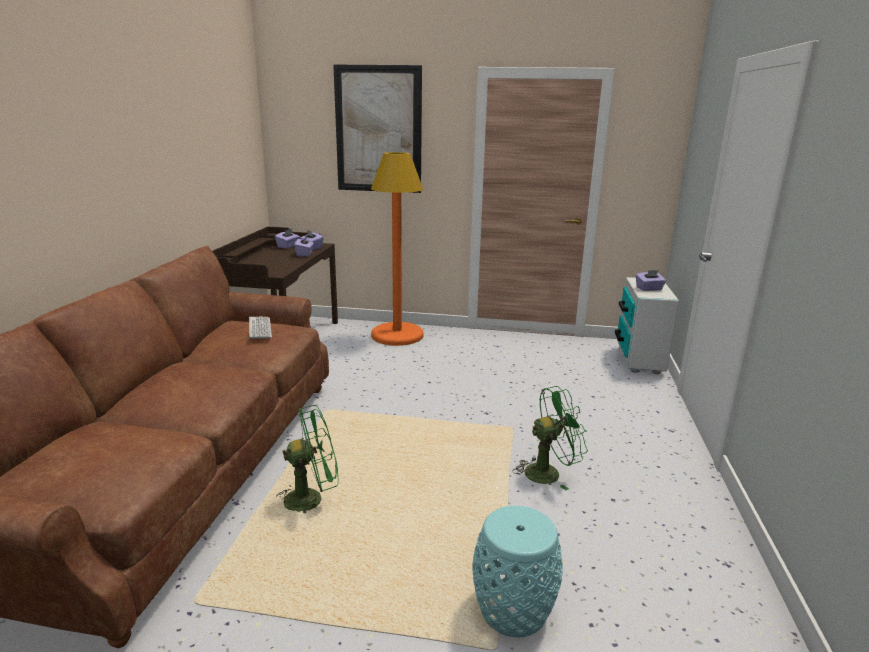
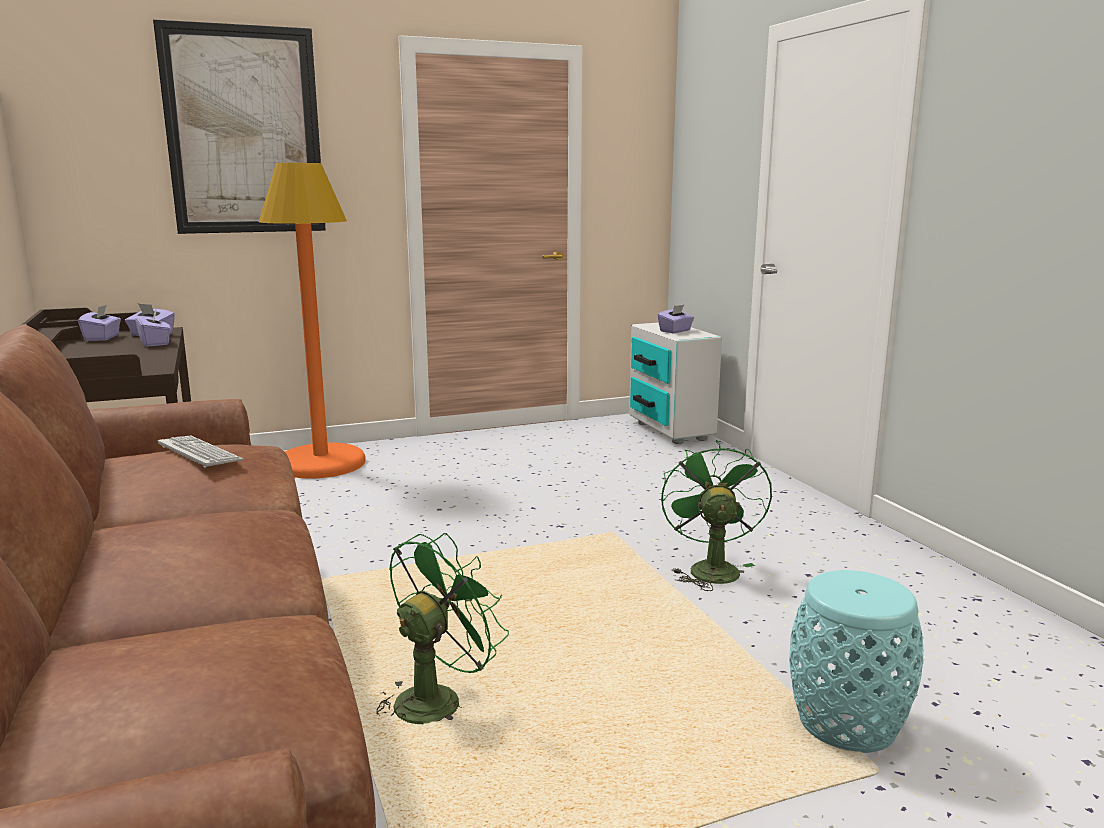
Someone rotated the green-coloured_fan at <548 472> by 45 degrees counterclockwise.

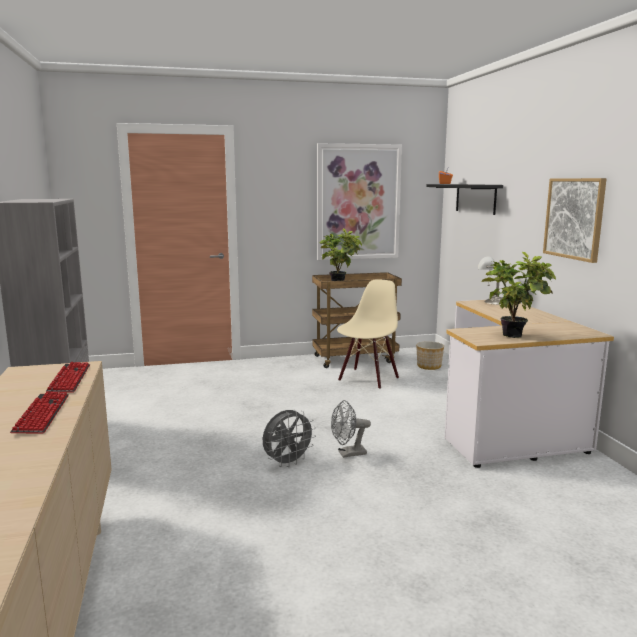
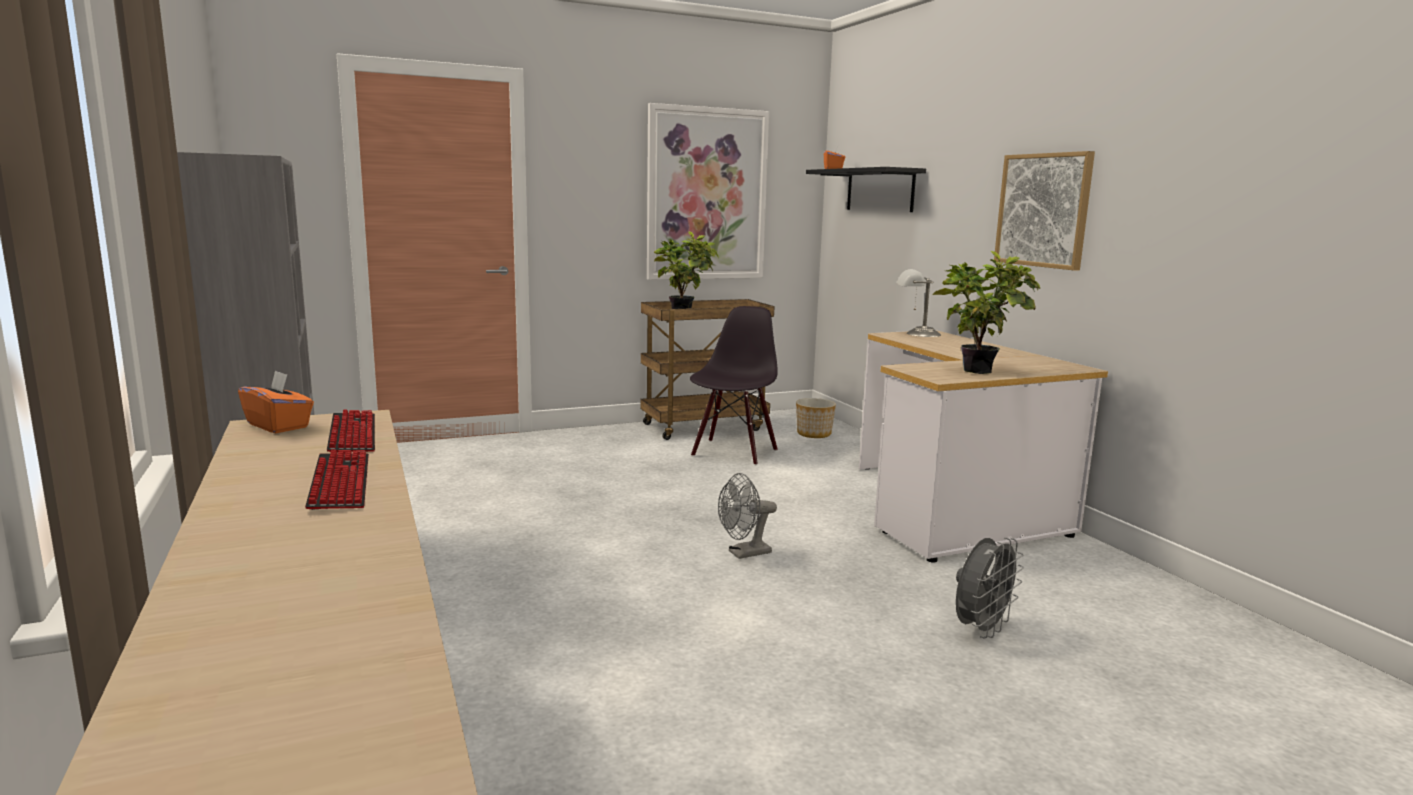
Someone carried the grey_fan from <288 462> to <981 629>. Someone repainted the sand-coloured_plain_chair at <368 379>, which became the blackish_plain_chair at <733 452>. Someone put down the orange-coloured_tissue_holder at <279 426>.

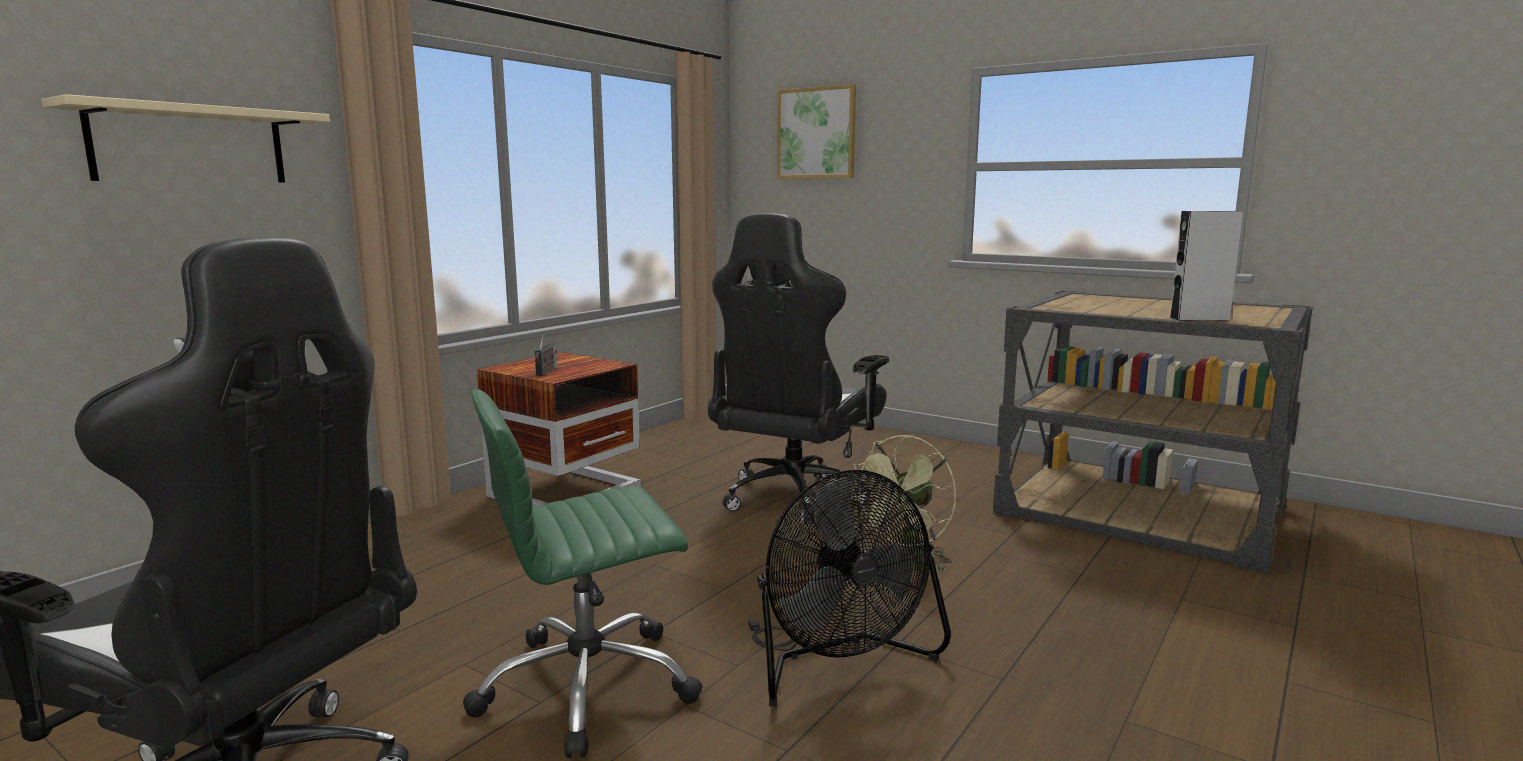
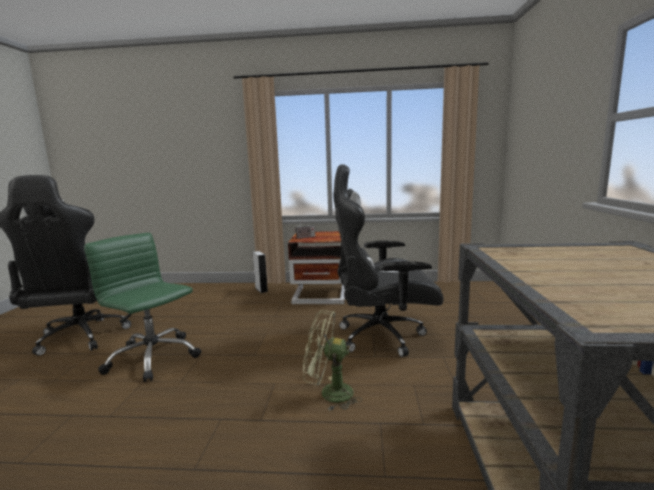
Someone took away the sand-coloured_wall_shelf at <190 145>. Someone took away the blackish_fan at <831 663>. Someone took away the wall_picture at <816 133>. Someone carried the grey_audio_speaker from <1199 319> to <261 289>.

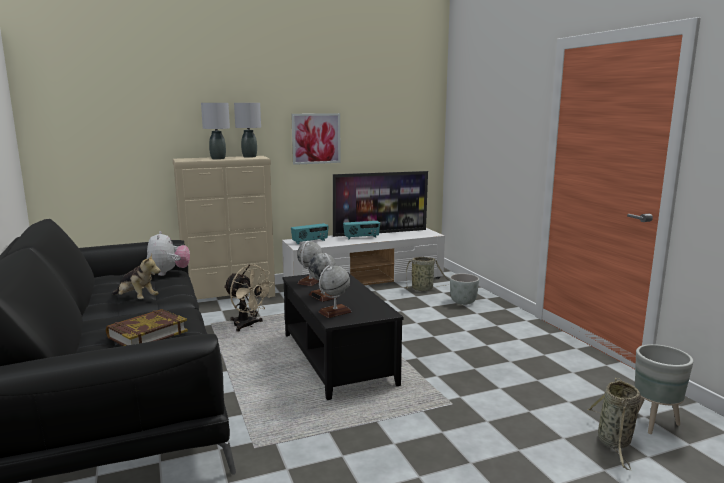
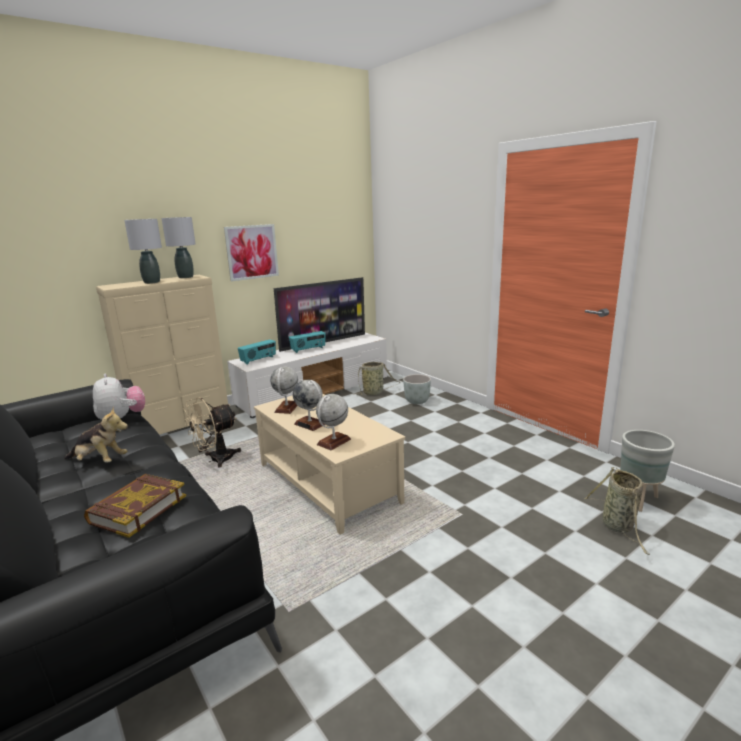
Someone rotated the sand-coloured_fan at <248 325> by 120 degrees clockwise. Someone repainted the blackish_low_table at <336 358>, which became the sand-coloured_low_table at <326 483>.

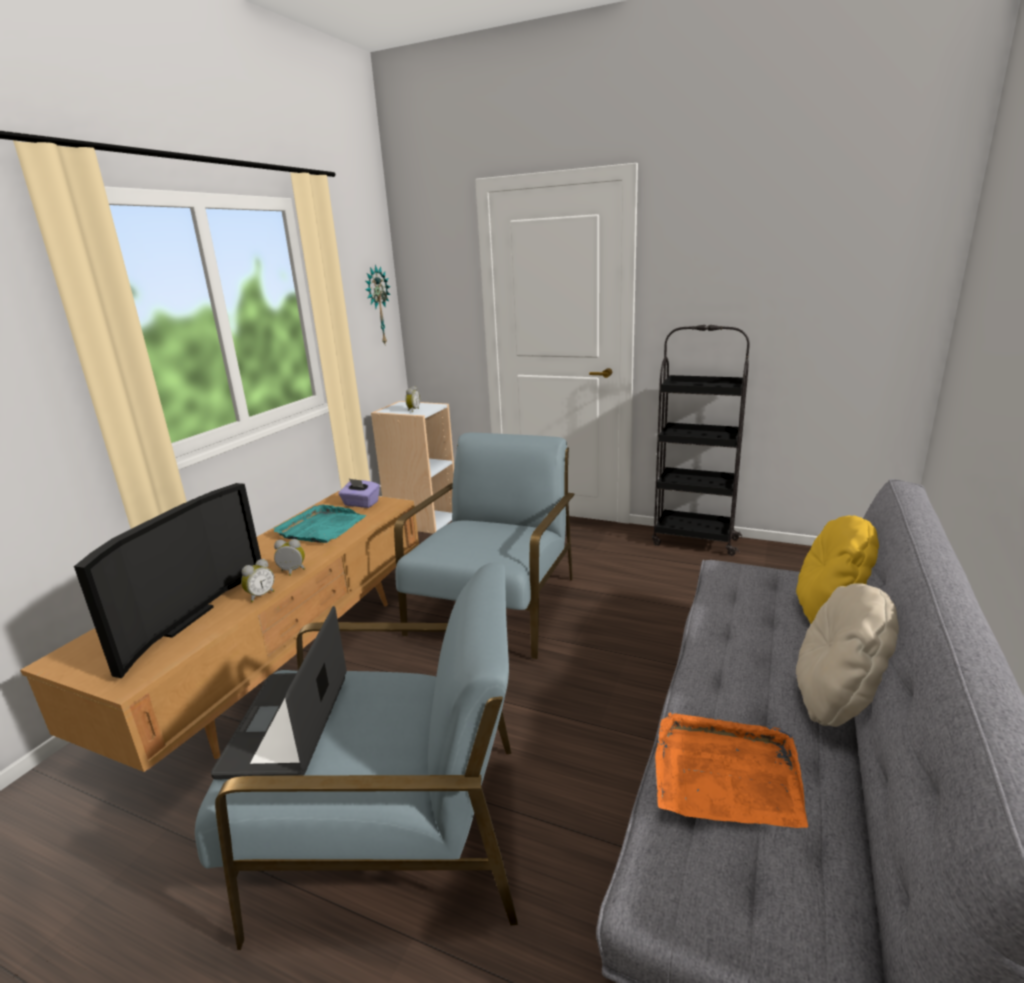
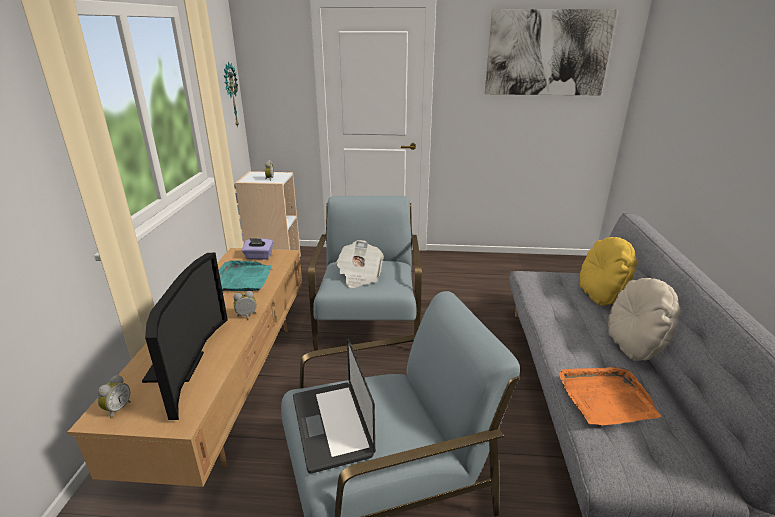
Someone carried the alarm_clock from <260 595> to <117 409>. Someone took away the blackish_trolley at <694 542>. Someone put down the daily_paper at <359 276>. Someone put up the wall_picture at <547 53>.

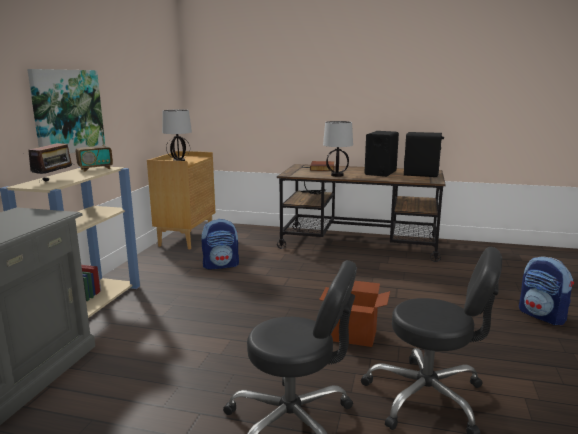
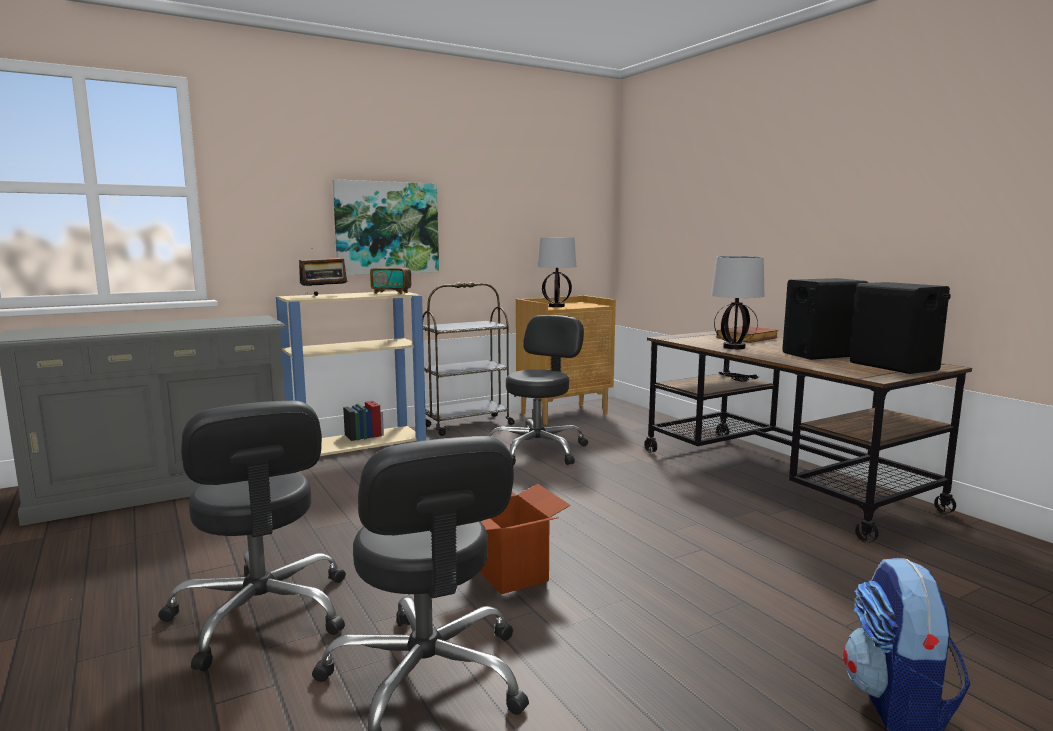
Someone swapped the backpack at <221 265> for the blackish_desk_chair at <539 449>. Someone put down the grey_trolley at <467 425>.

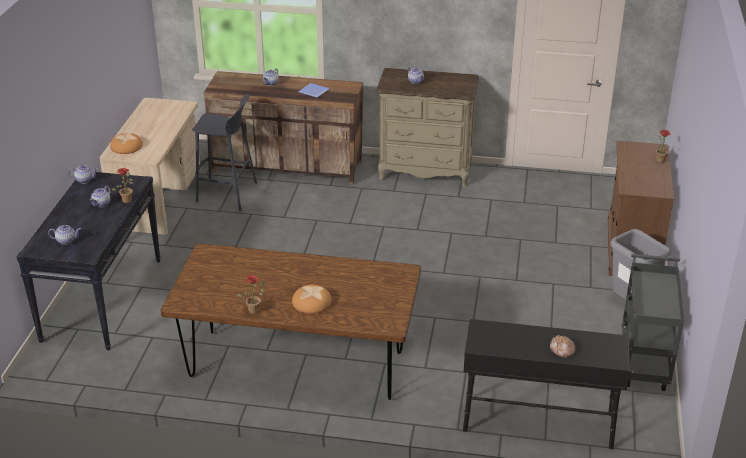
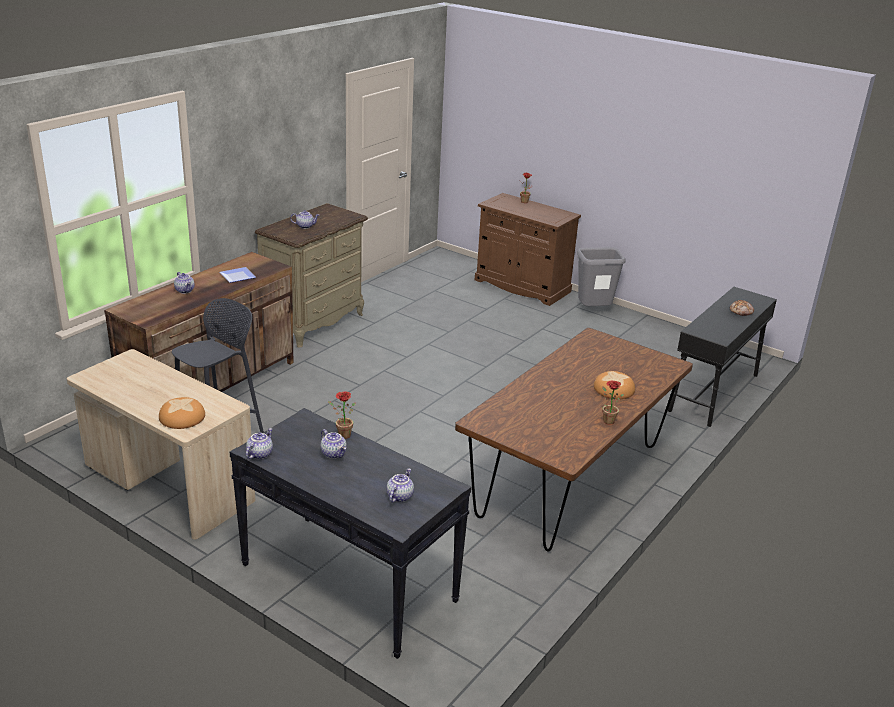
Someone took away the grey_trolley at <643 362>.

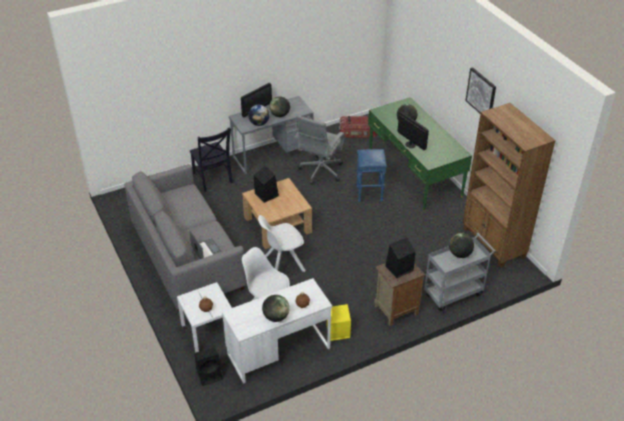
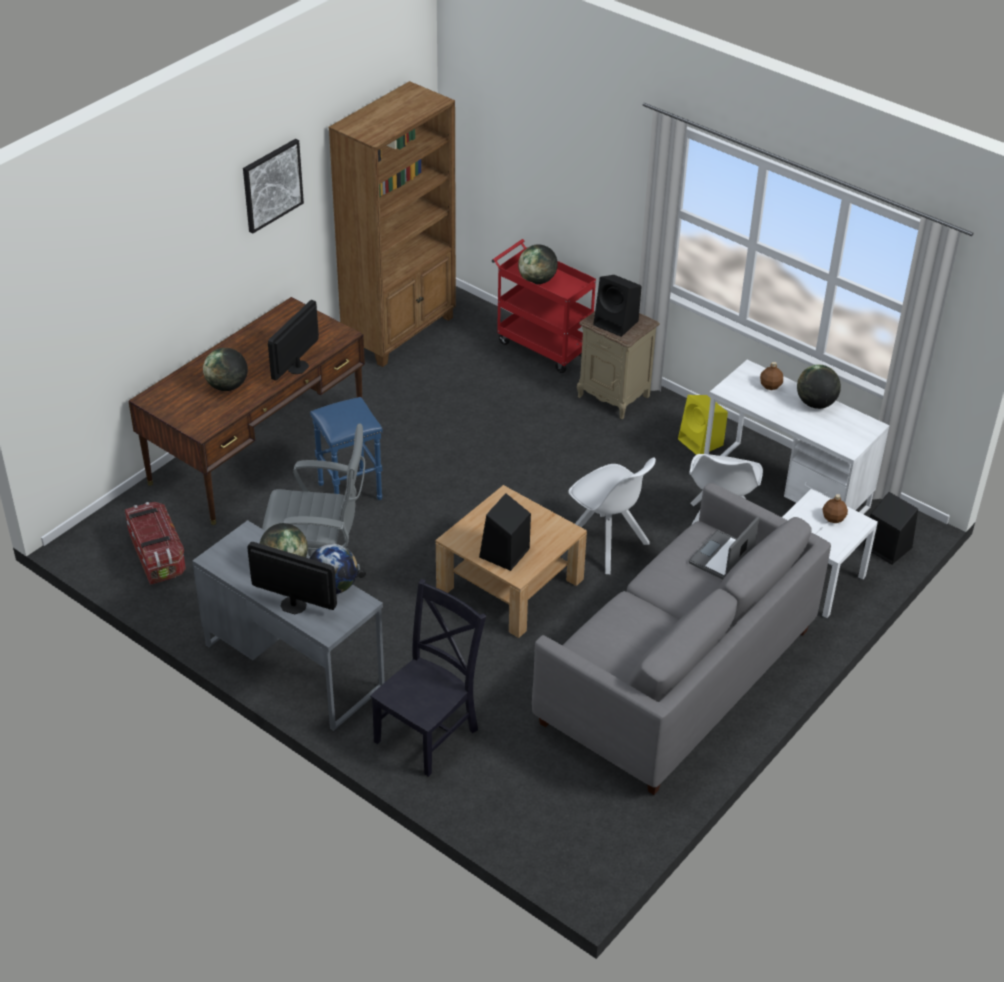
Someone repainted the green-coloured_desk_unit at <414 173>, which became the brown_desk_unit at <257 450>. Someone repainted the grey_trolley at <454 295>, which became the reddish_trolley at <541 349>.

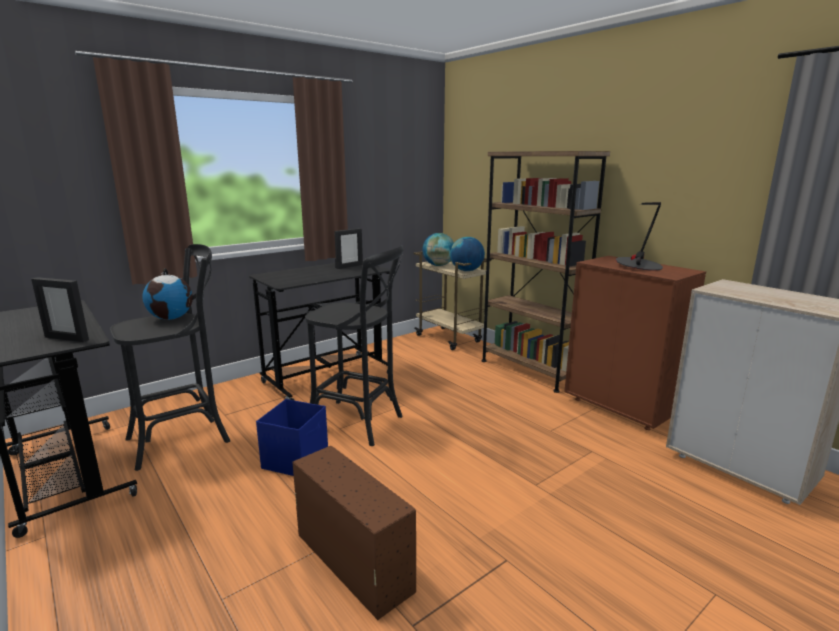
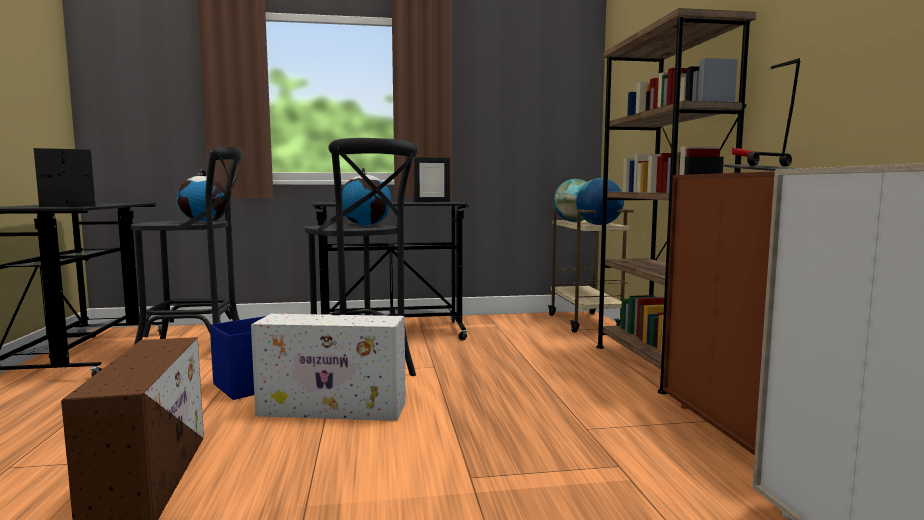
Someone rotated the picture_frame at <67 338> by 105 degrees clockwise. Someone put down the white-coloured_storage_container at <335 409>. Someone put down the globe at <366 225>.

